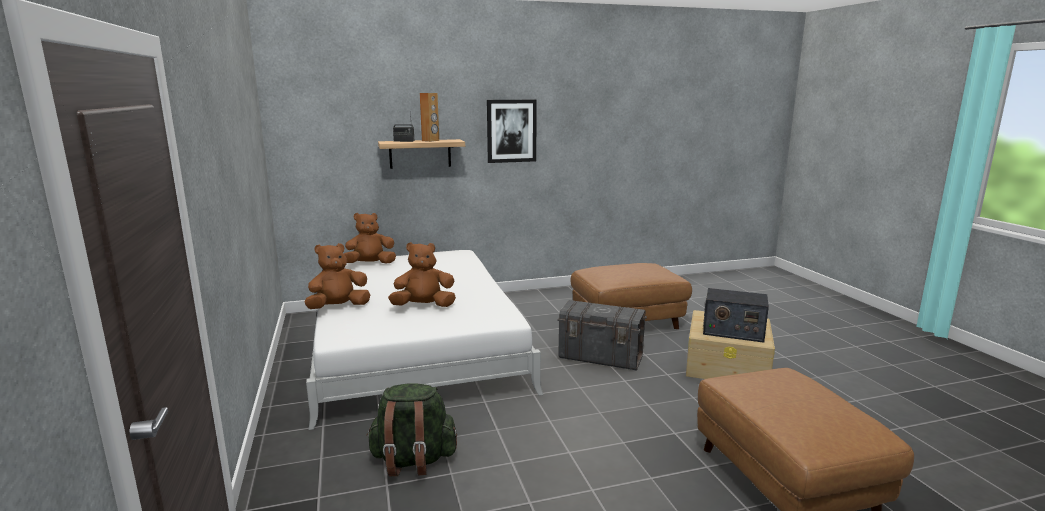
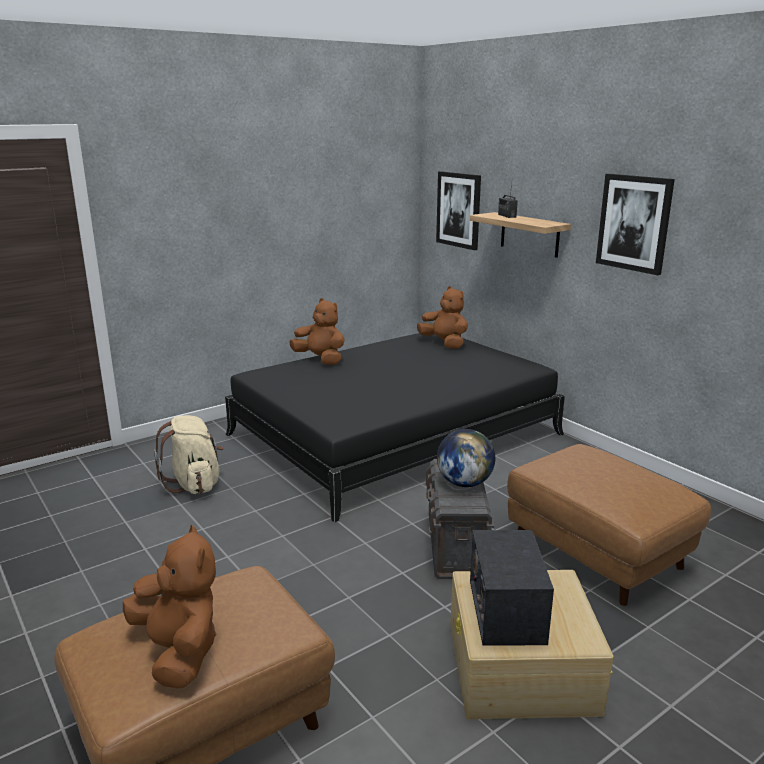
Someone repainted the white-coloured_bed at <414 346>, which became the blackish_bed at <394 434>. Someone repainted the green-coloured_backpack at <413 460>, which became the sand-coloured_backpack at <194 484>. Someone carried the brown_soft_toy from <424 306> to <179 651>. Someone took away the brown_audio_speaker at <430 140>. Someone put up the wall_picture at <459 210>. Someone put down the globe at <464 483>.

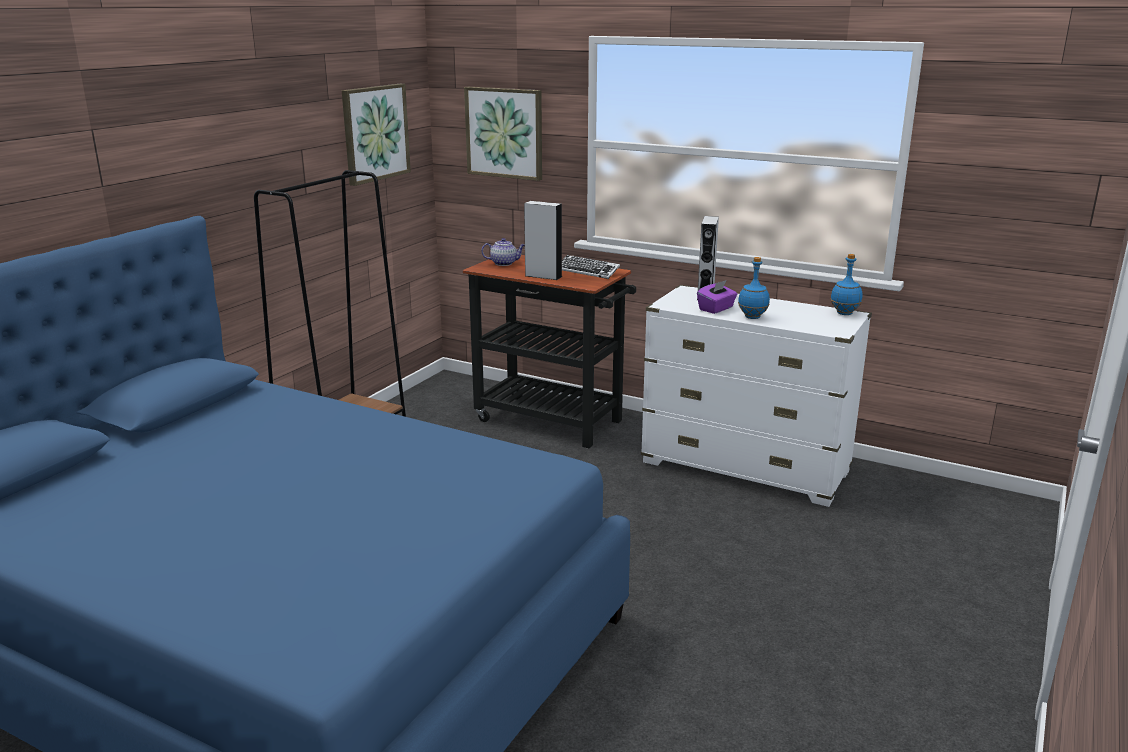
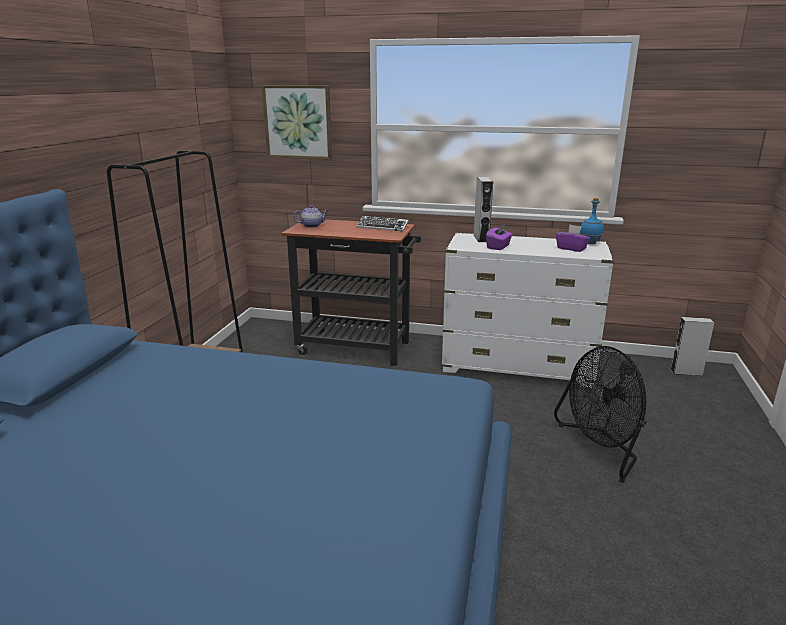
Someone took away the wall_picture at <375 133>. Someone carried the grey_audio_speaker from <543 276> to <686 372>. Someone took away the blue_beverage_bottle at <752 317>. Someone put down the blackish_fan at <603 445>. Someone put down the purple-coloured_tissue_holder at <571 248>.

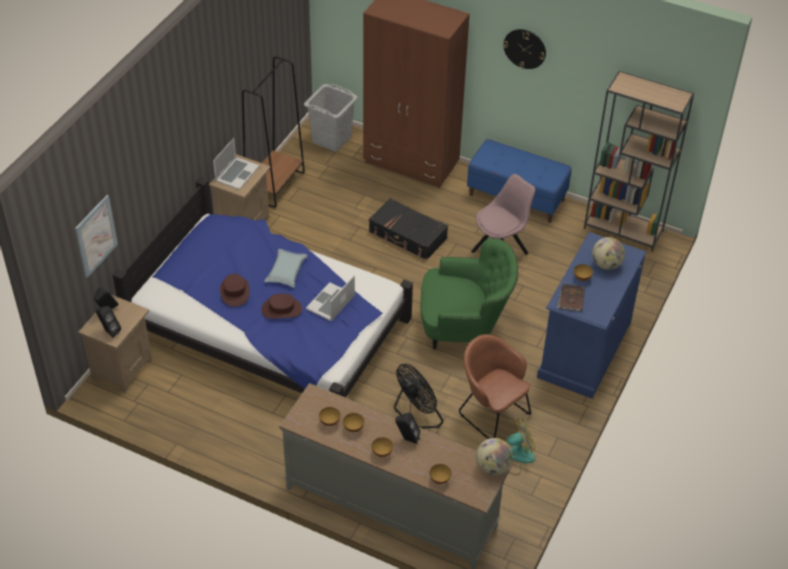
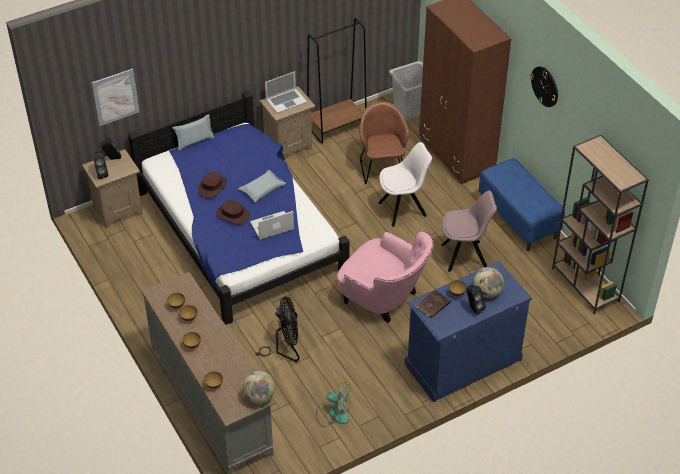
Someone swapped the blackish_suitcase at <407 236> for the white-coloured_plain_chair at <403 209>. Someone carried the blackish_audio_speaker from <407 439> to <473 308>. Someone repainted the green-coloured_easy_chair at <464 326>, which became the pinkish_easy_chair at <384 298>. Someone carried the brown_easy_chair from <491 412> to <382 167>. Someone put down the blue_throw_pillow at <194 141>.

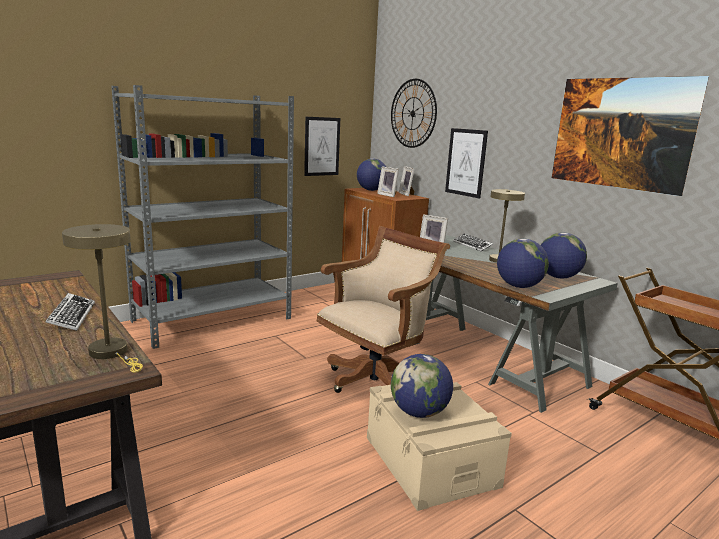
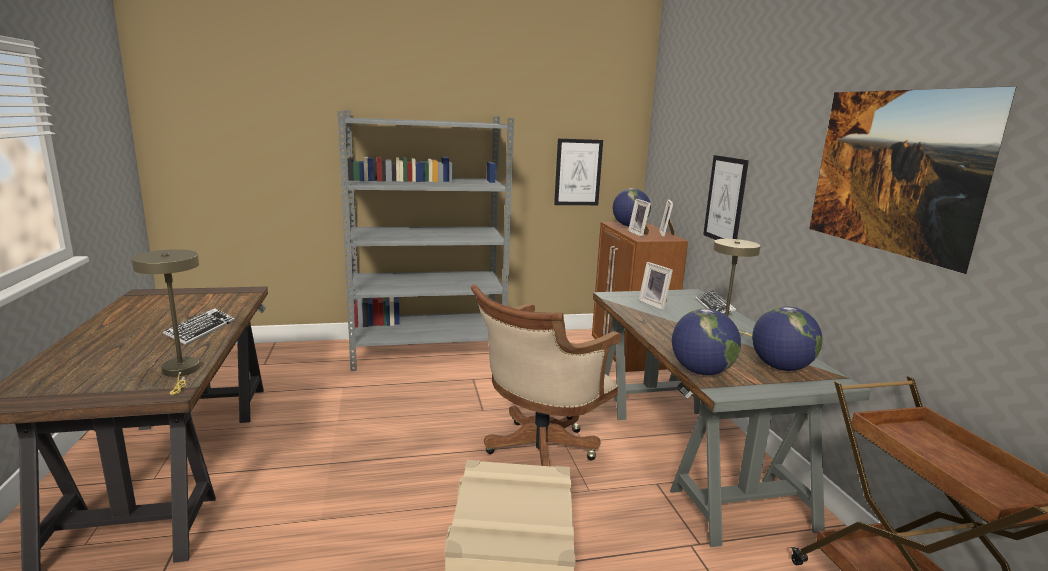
Someone rotated the desk_chair at <376 378> by 150 degrees clockwise. Someone took away the wall_clock at <413 113>. Someone took away the globe at <419 412>.

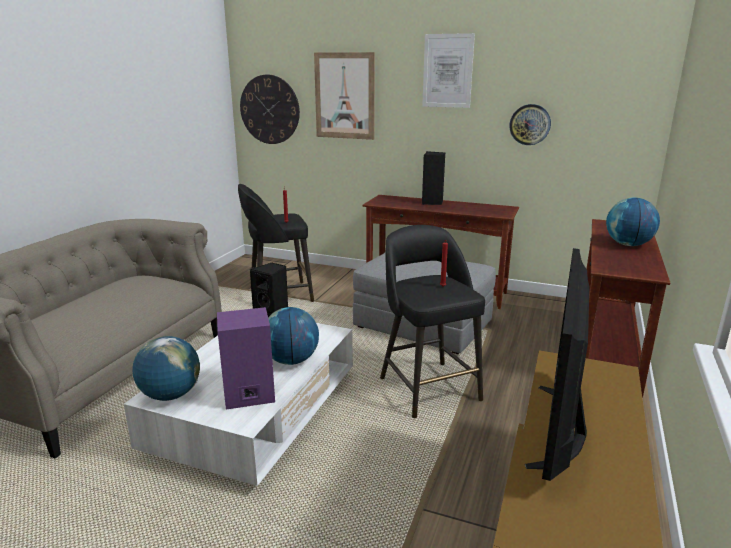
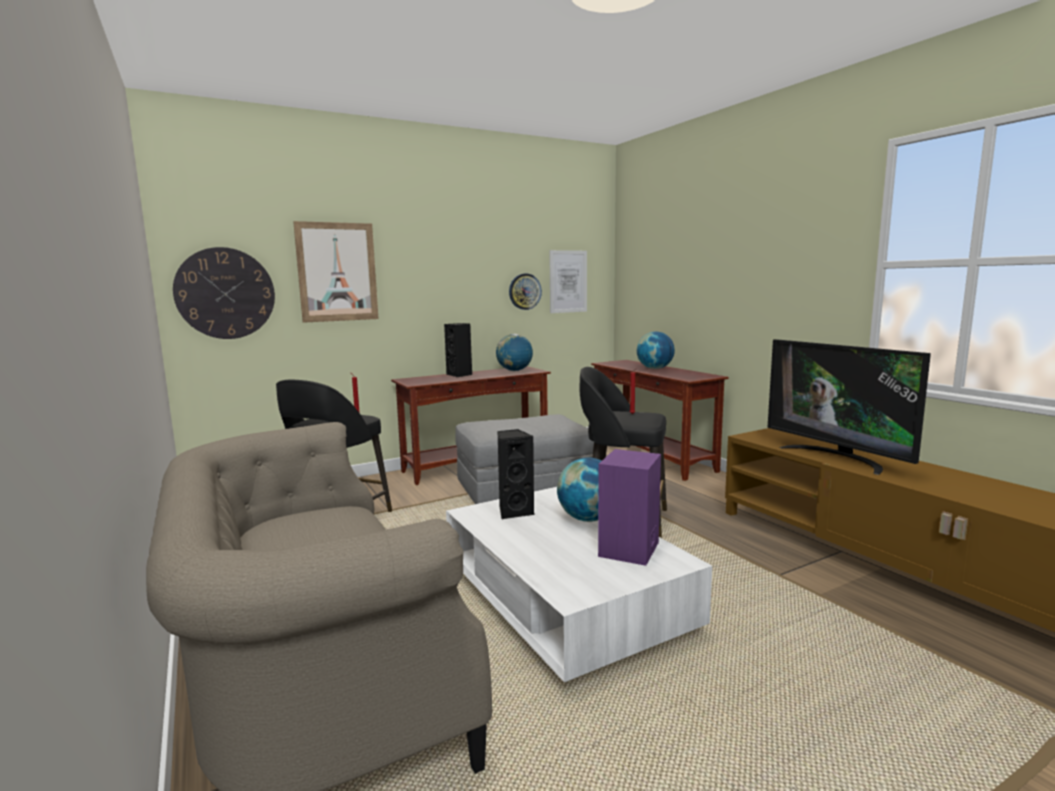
Someone carried the globe from <170 395> to <514 371>. Someone carried the wall_picture from <447 71> to <568 281>.

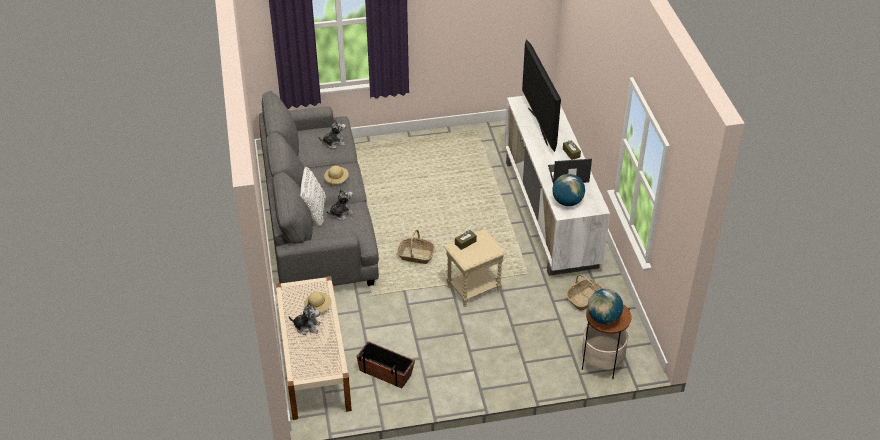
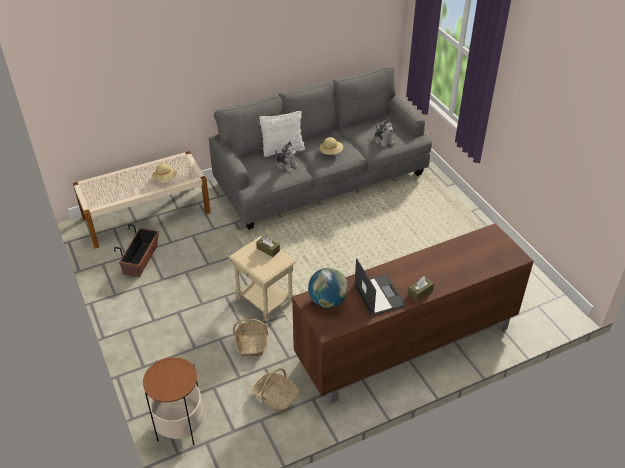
Someone took away the soft_toy at <307 326>. Someone carried the household_basket from <416 255> to <252 343>. Someone repainted the white-coloured_tv_stand at <550 213>, which became the brown_tv_stand at <406 343>. Someone took away the television at <538 126>. Someone took away the globe at <603 318>.

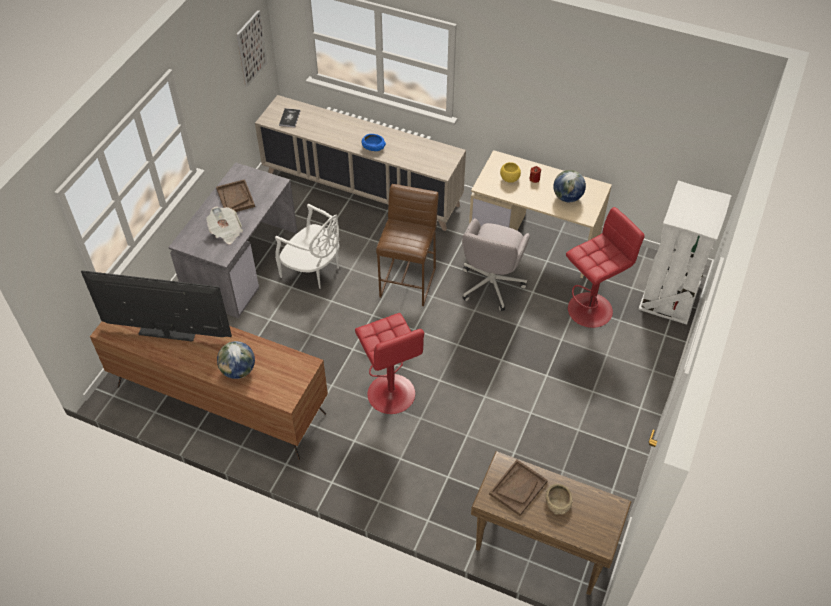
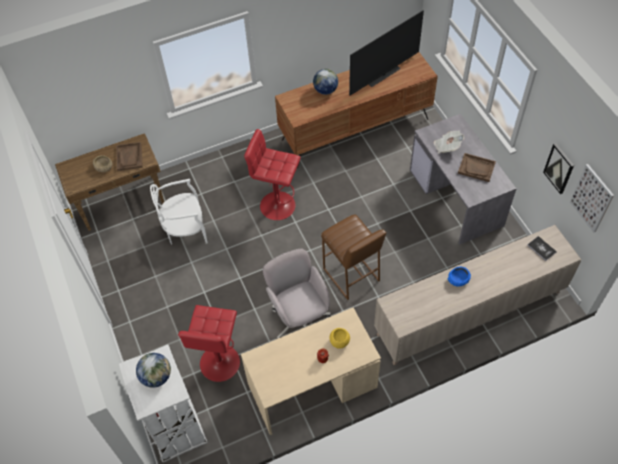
Someone carried the white-coloured_plain_chair from <313 270> to <185 229>. Someone carried the globe from <567 197> to <156 376>. Someone put up the wall_picture at <559 168>.

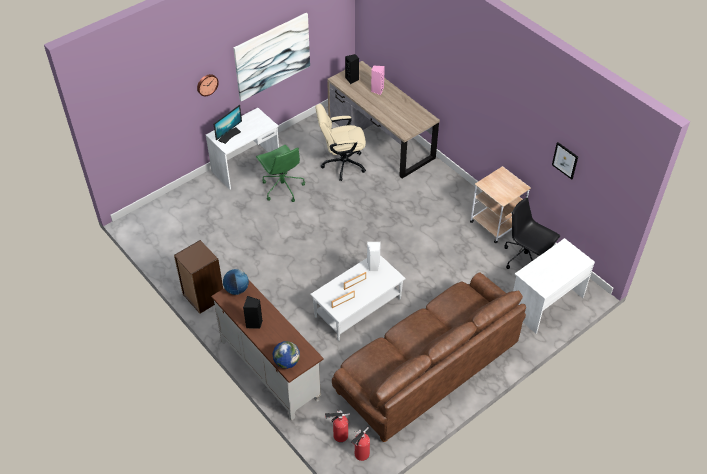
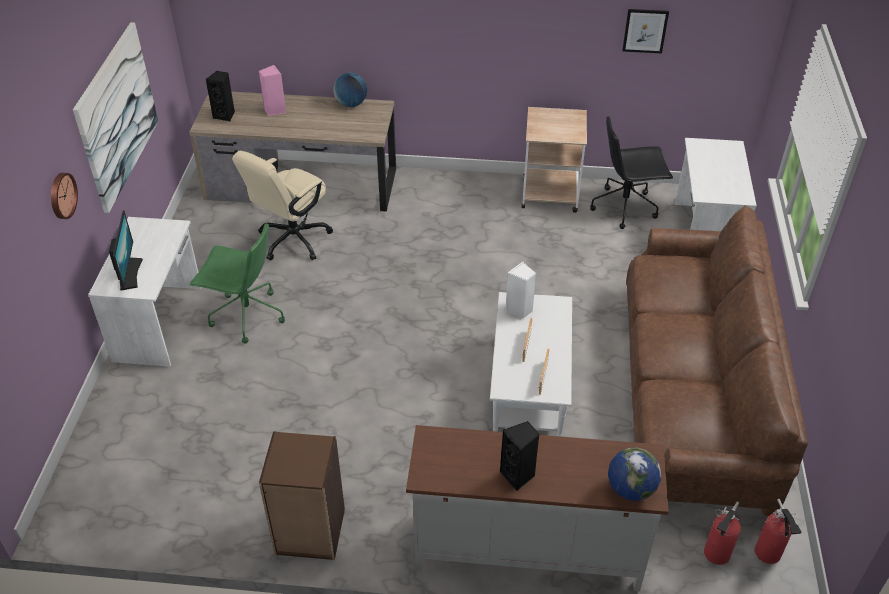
Someone carried the globe from <237 289> to <351 104>.

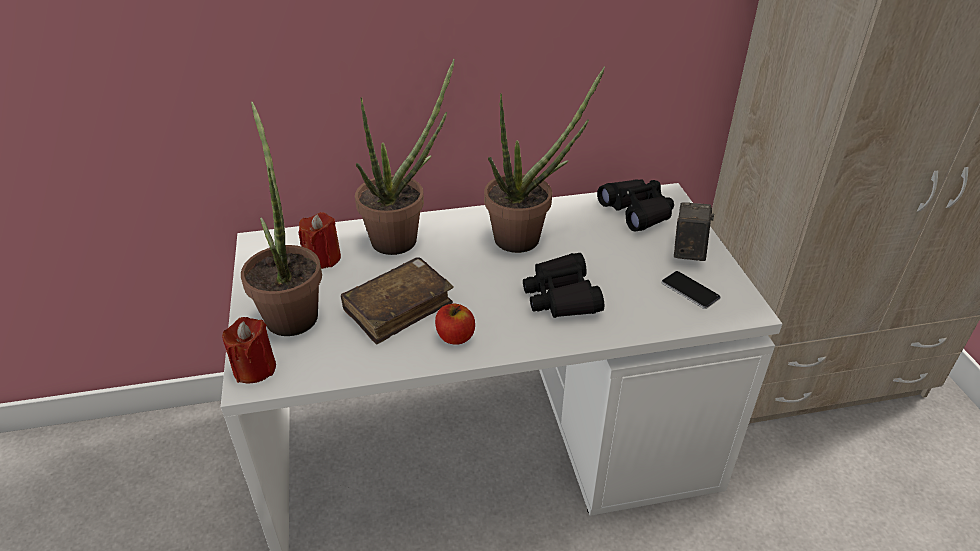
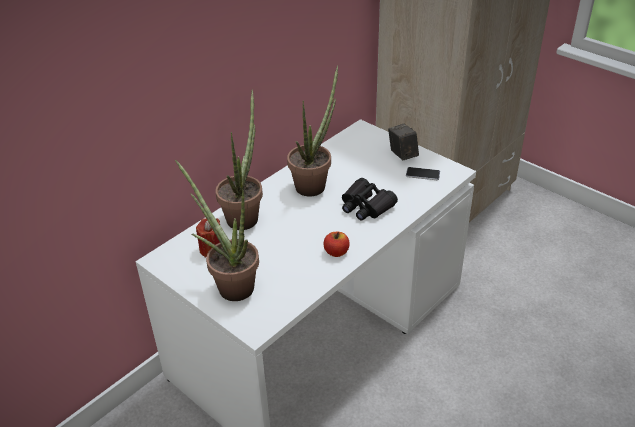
Someone took away the reddish_wax_candle at <254 368>. Someone took away the brown_bound_book at <398 308>. Someone took away the blackish_binoculars at <637 211>.

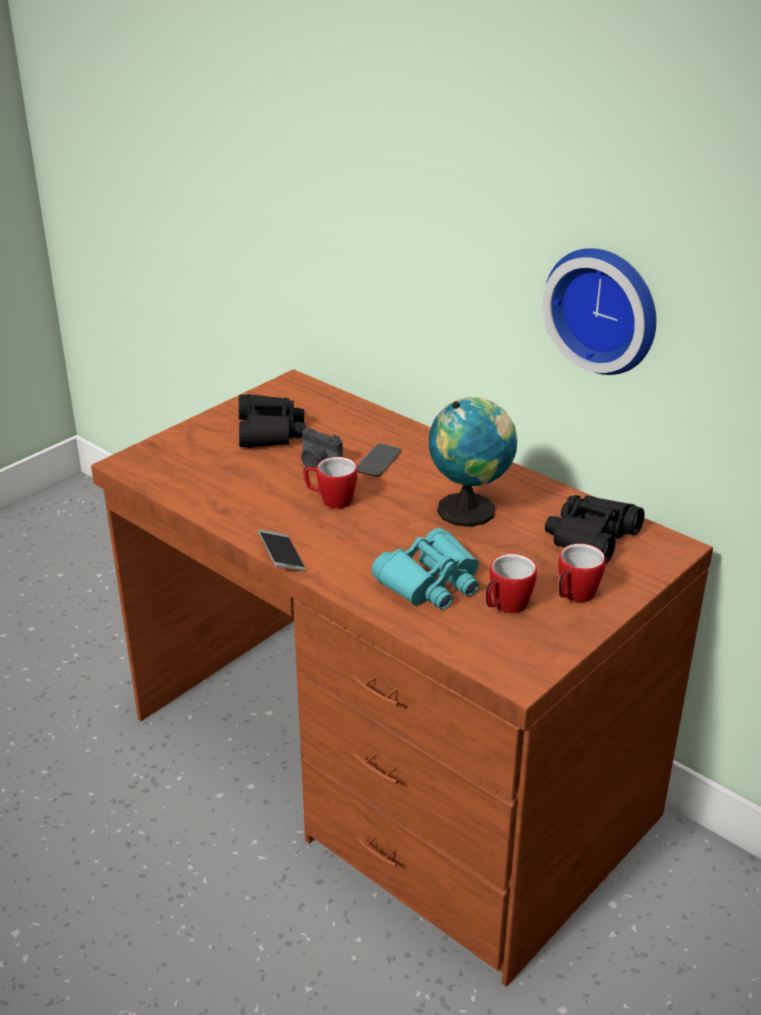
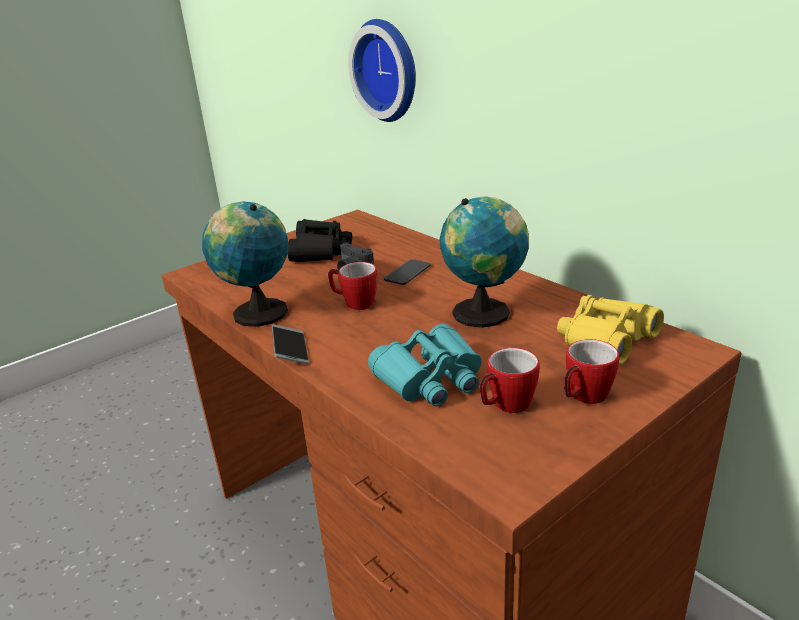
Someone carried the wall_clock from <605 308> to <389 70>. Someone repainted the blackish_binoculars at <591 538>, which became the yellow-coloured_binoculars at <606 340>. Someone put down the globe at <257 312>.

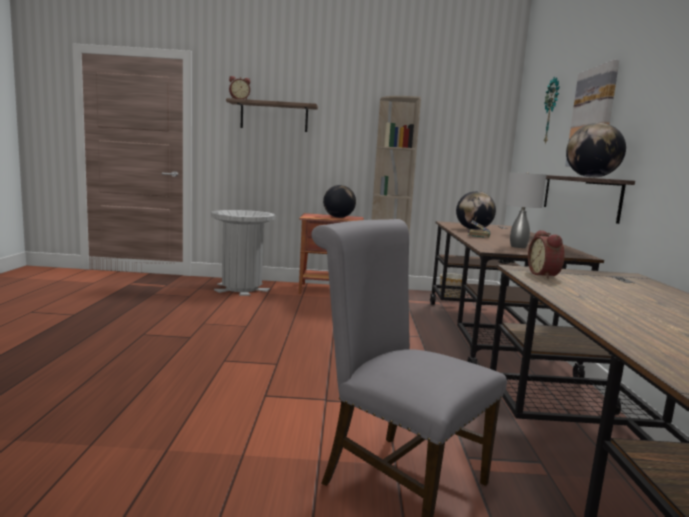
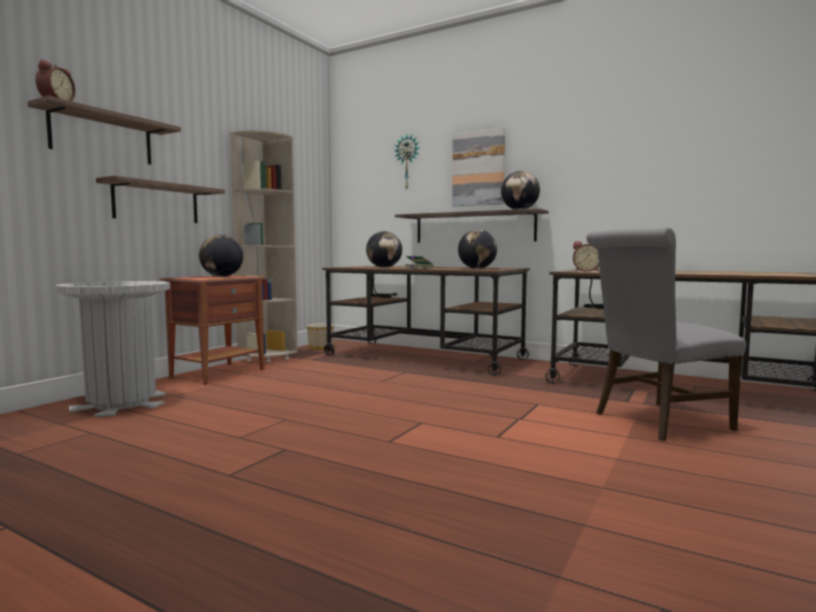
Someone swapped the grey_table_lamp at <519 247> for the globe at <477 268>. Someone put up the wall_shelf at <156 203>.

